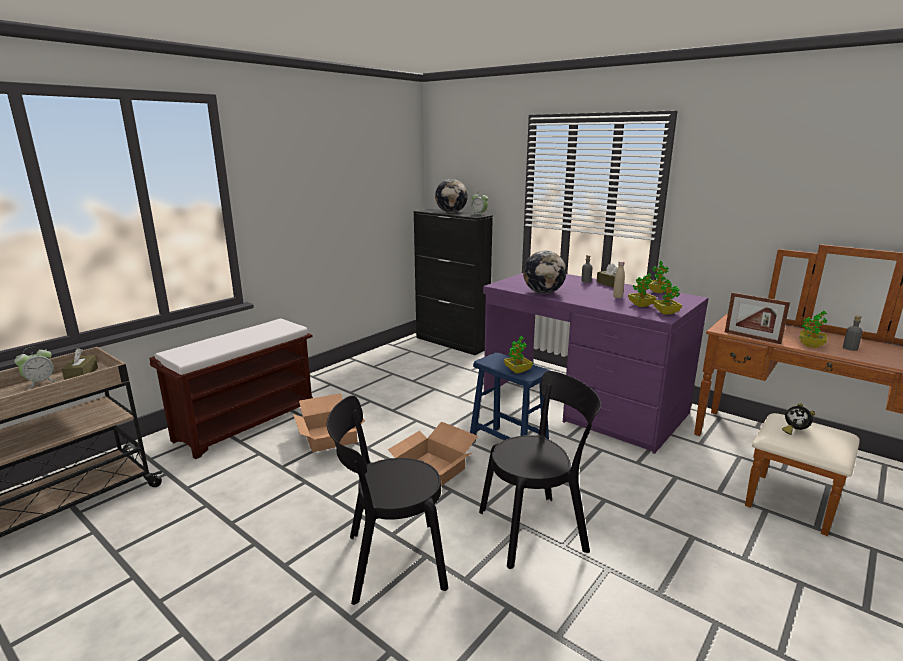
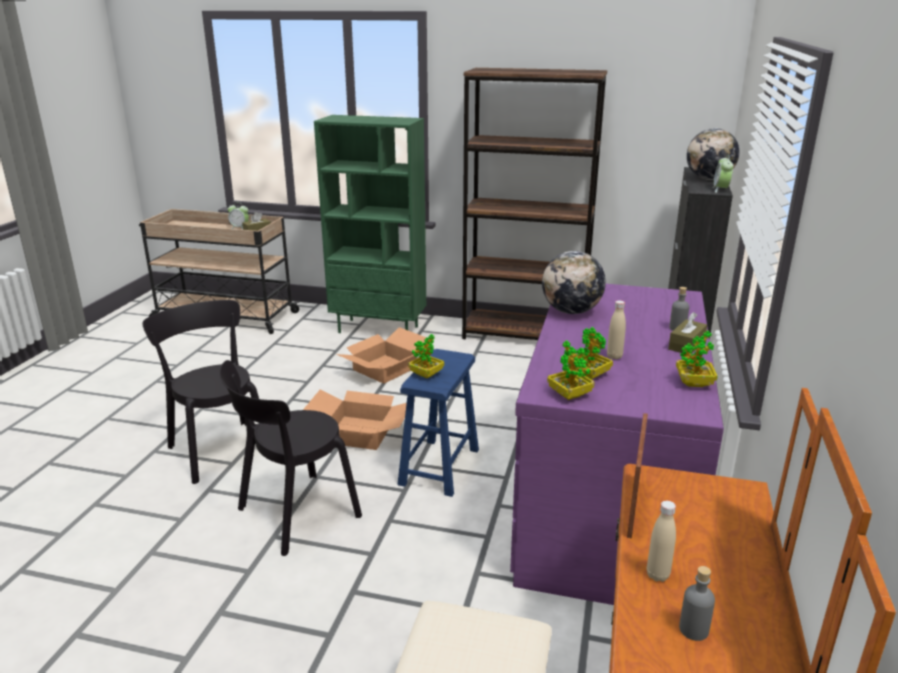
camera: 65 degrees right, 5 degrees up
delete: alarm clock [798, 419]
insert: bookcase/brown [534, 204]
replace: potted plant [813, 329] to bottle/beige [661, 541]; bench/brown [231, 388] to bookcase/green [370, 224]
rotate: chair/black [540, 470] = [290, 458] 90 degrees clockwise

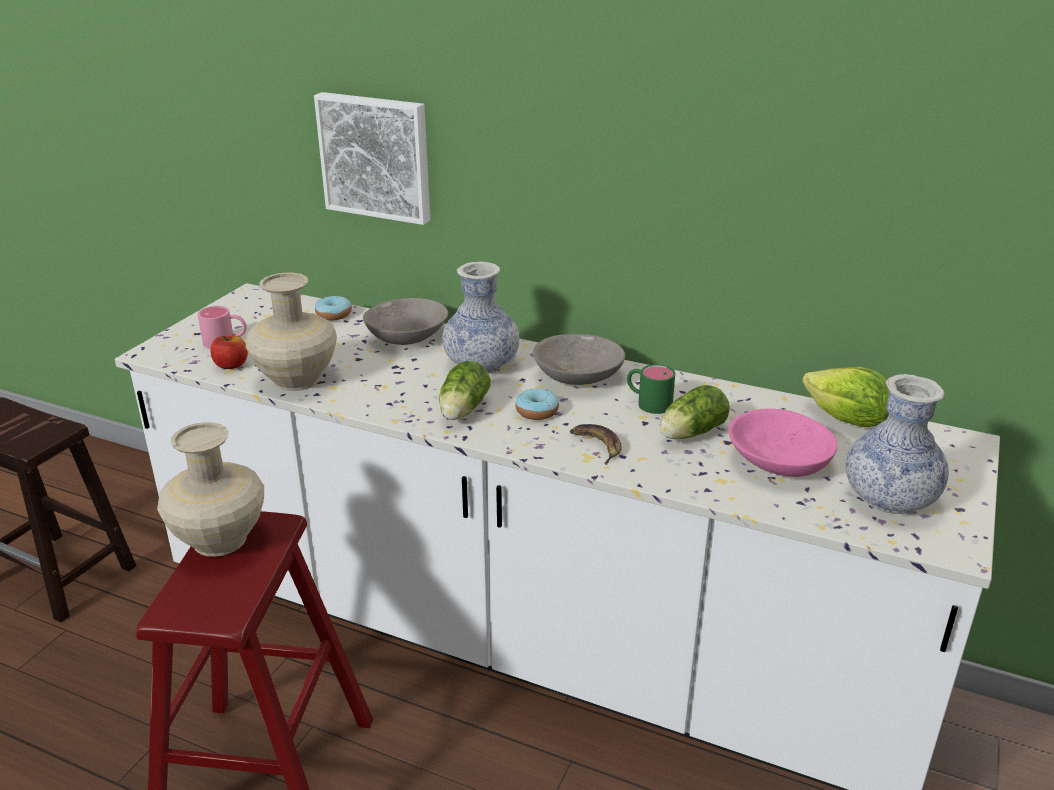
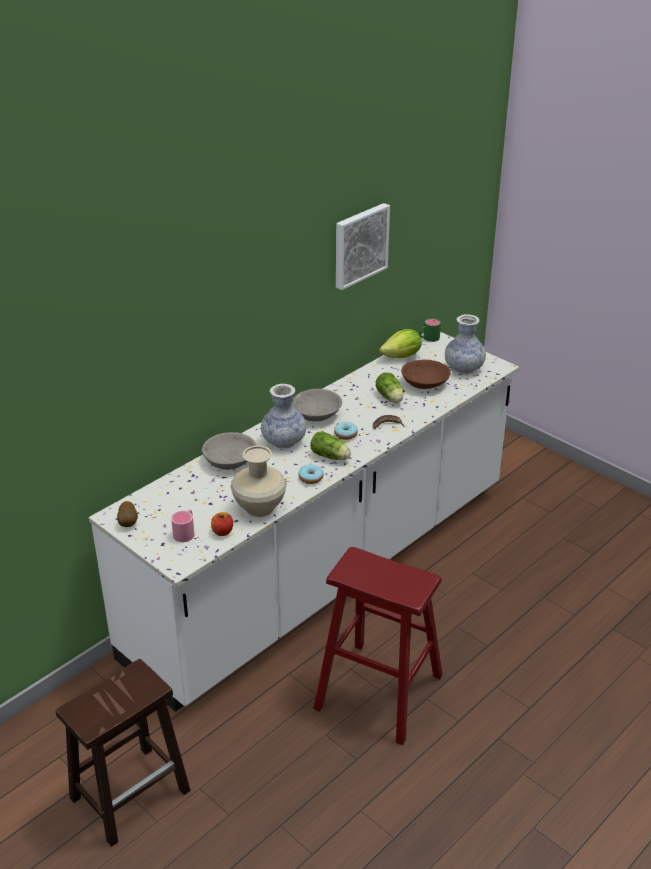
camera: 70 degrees left, 5 degrees up
delete: vase/beige [210, 489]
insert: potato [127, 514]
move: picture [372, 158] to [363, 246]; donut [333, 308] to [311, 474]; mug/green [651, 389] to [430, 330]
recolor: bowl/pink [782, 443] to bowl/brown [426, 374]

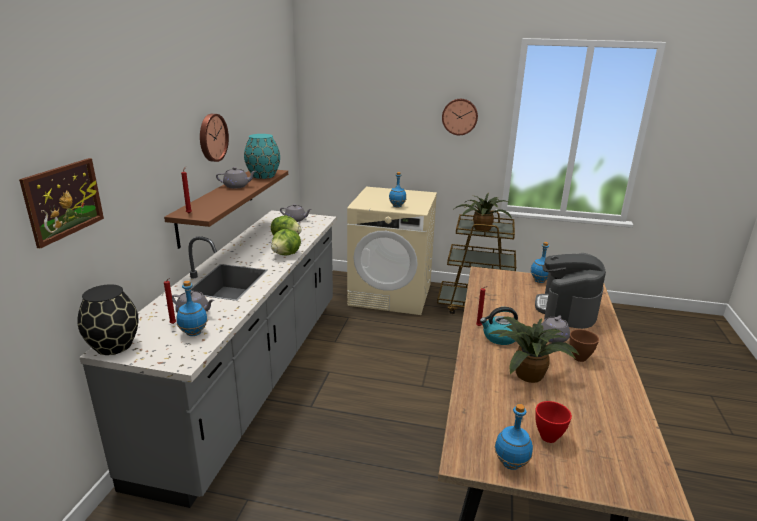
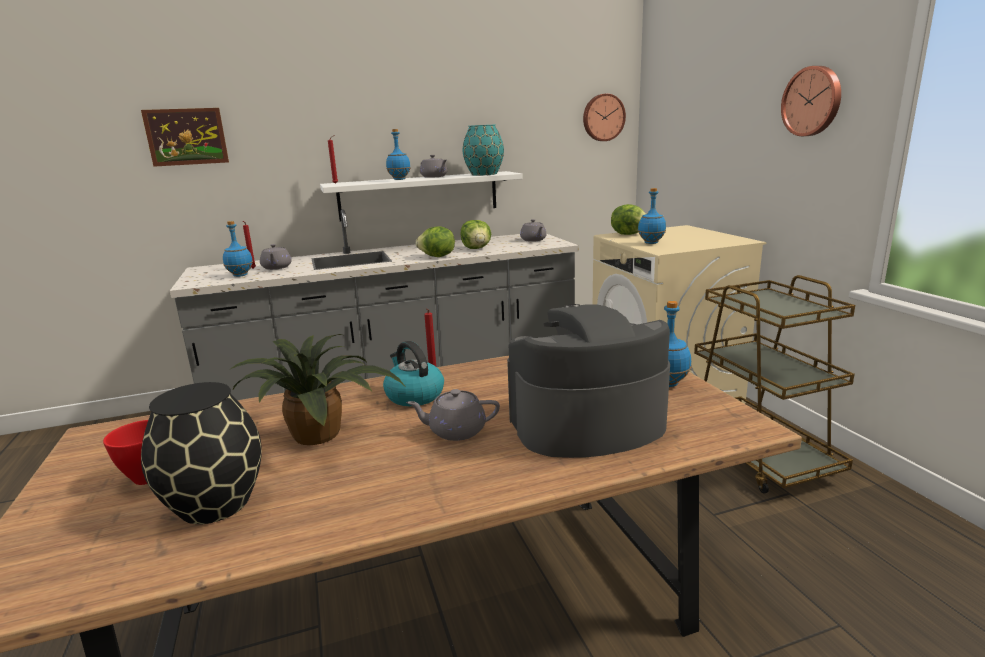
camera: 60 degrees right, 5 degrees down
delete: potted plant [481, 212]; bowl/brown [584, 345]
insert: lettuce [628, 219]
move: wall clock [214, 138] to [604, 117]; vase/black [108, 319] to [201, 453]; bottle/blue [513, 437] to [398, 154]
recolor: shelf/brown [226, 209] to shelf/white [421, 196]

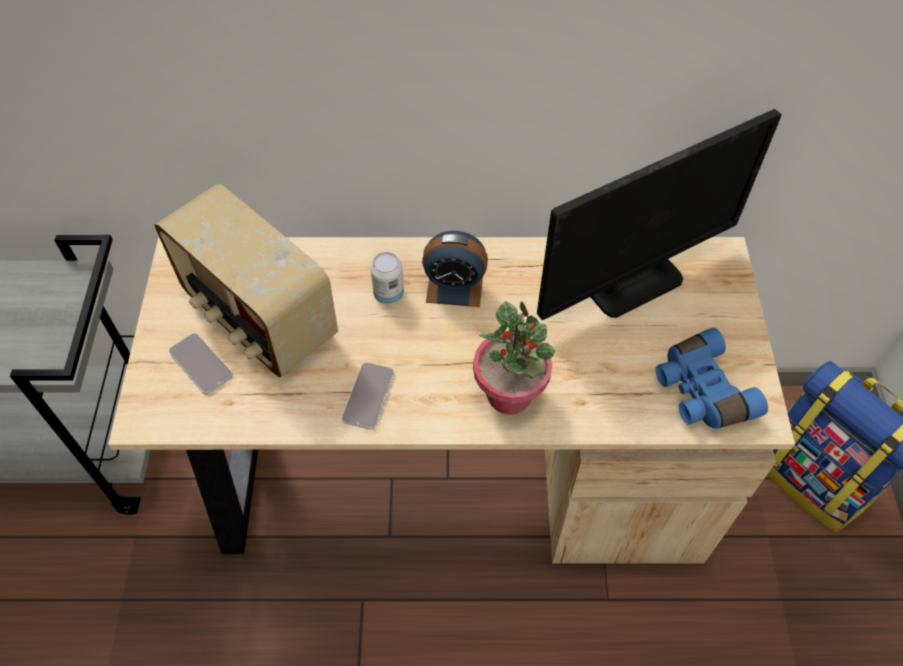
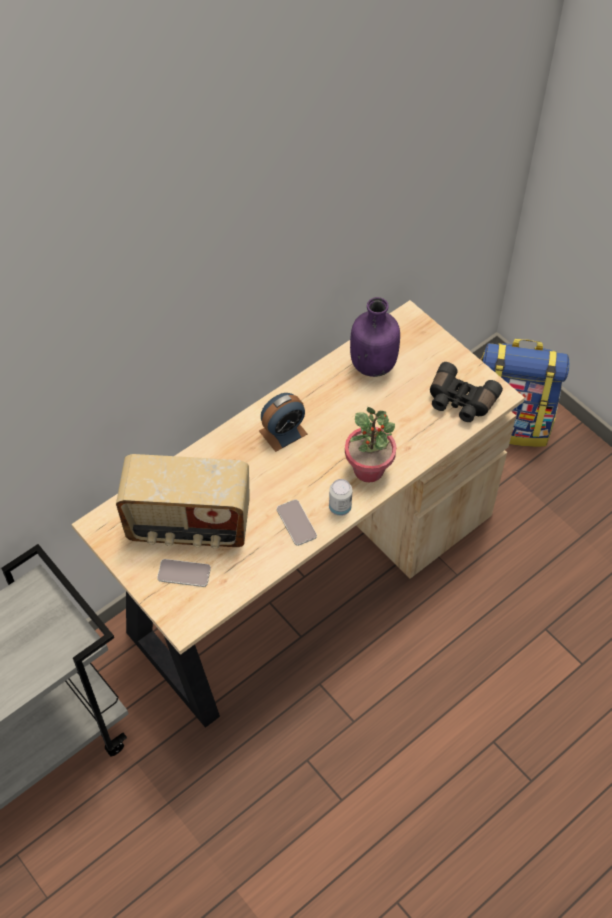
camera: 40 degrees left, 0 degrees up
move: can [387, 278] to [341, 497]
replace: monitor [659, 214] to bottle/purple [375, 337]
recolor: binoculars/blue [711, 378] to binoculars/black [466, 392]

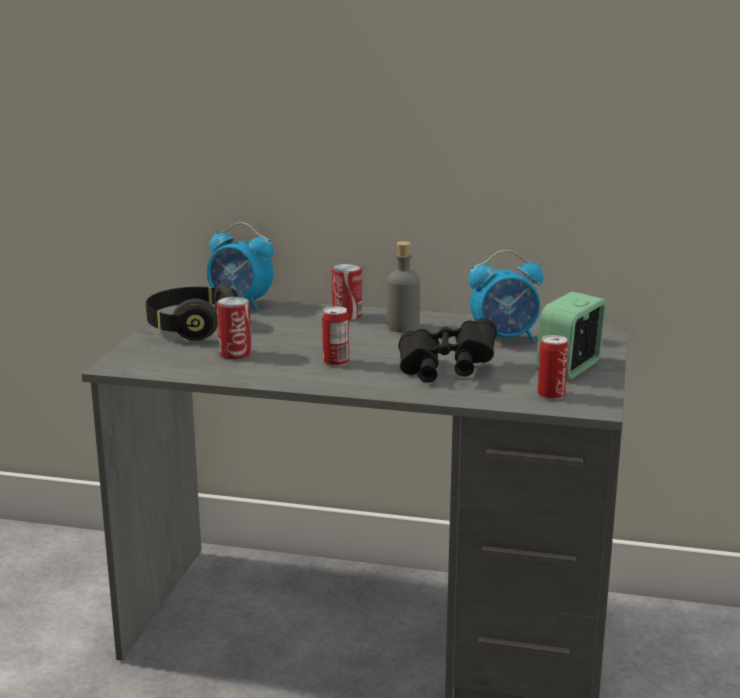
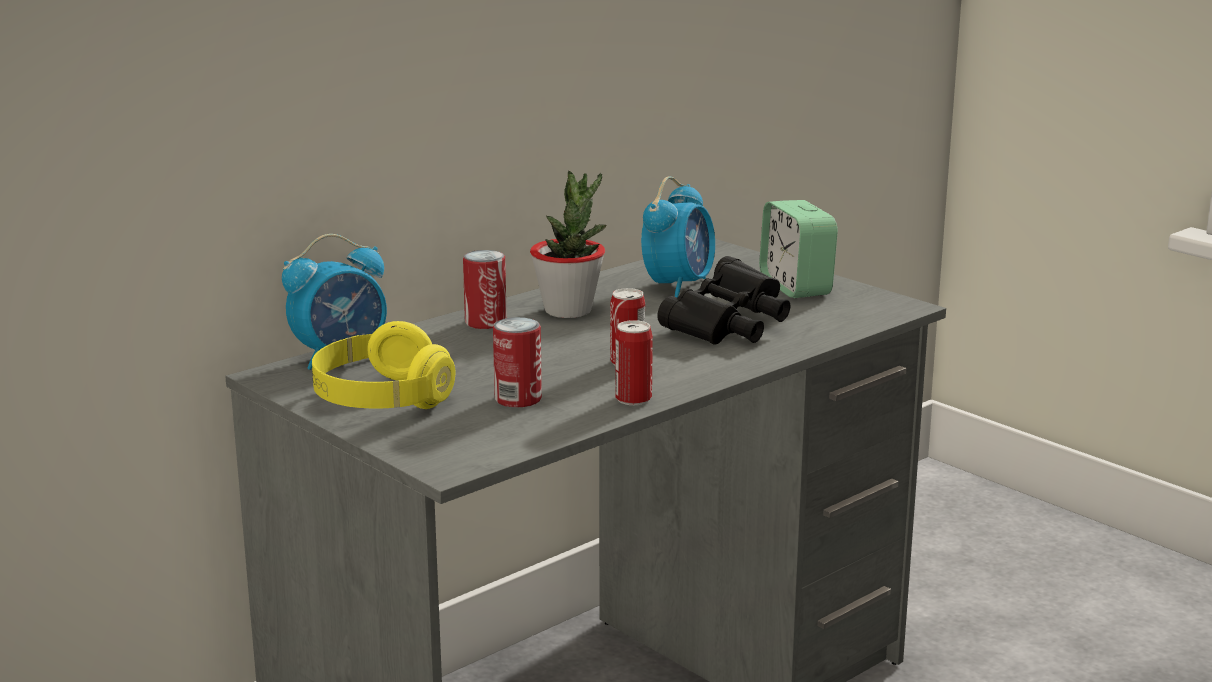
camera: 55 degrees left, 0 degrees up
move: can [552, 367] to [634, 362]
replace: bottle/grey [403, 286] to potted plant [568, 244]
recolor: headphones/black [192, 312] to headphones/yellow [384, 365]

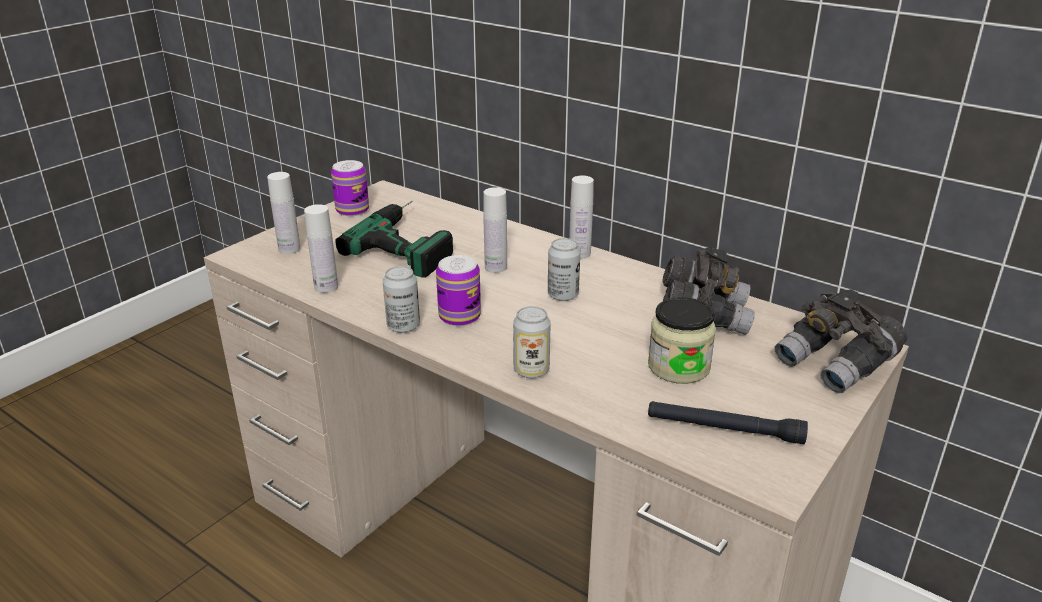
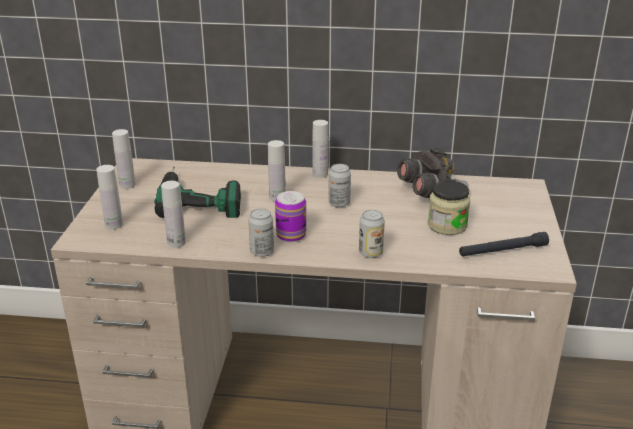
camera: 30 degrees left, 0 degrees up
delete: binoculars/grey [841, 341]
replace: can [350, 188] to bottle/white [124, 159]

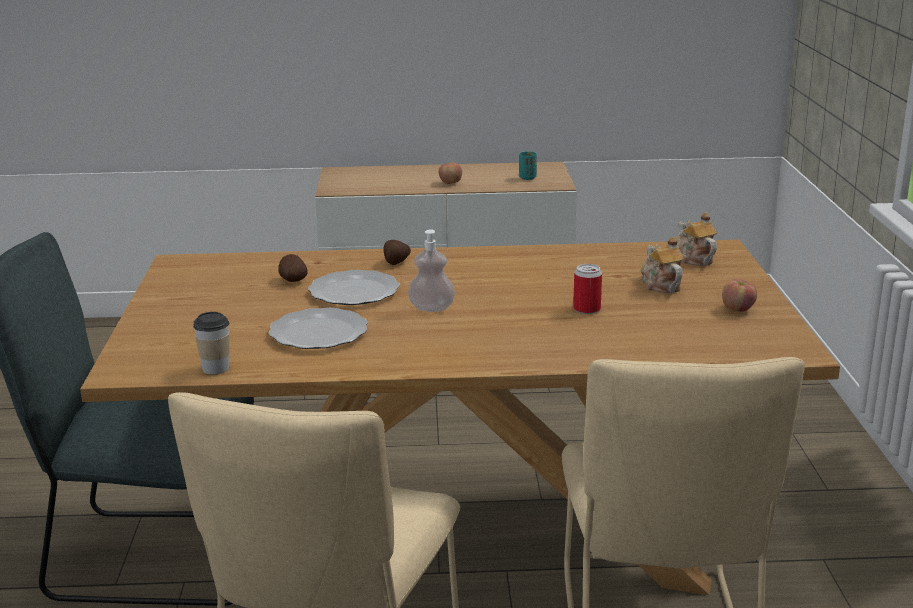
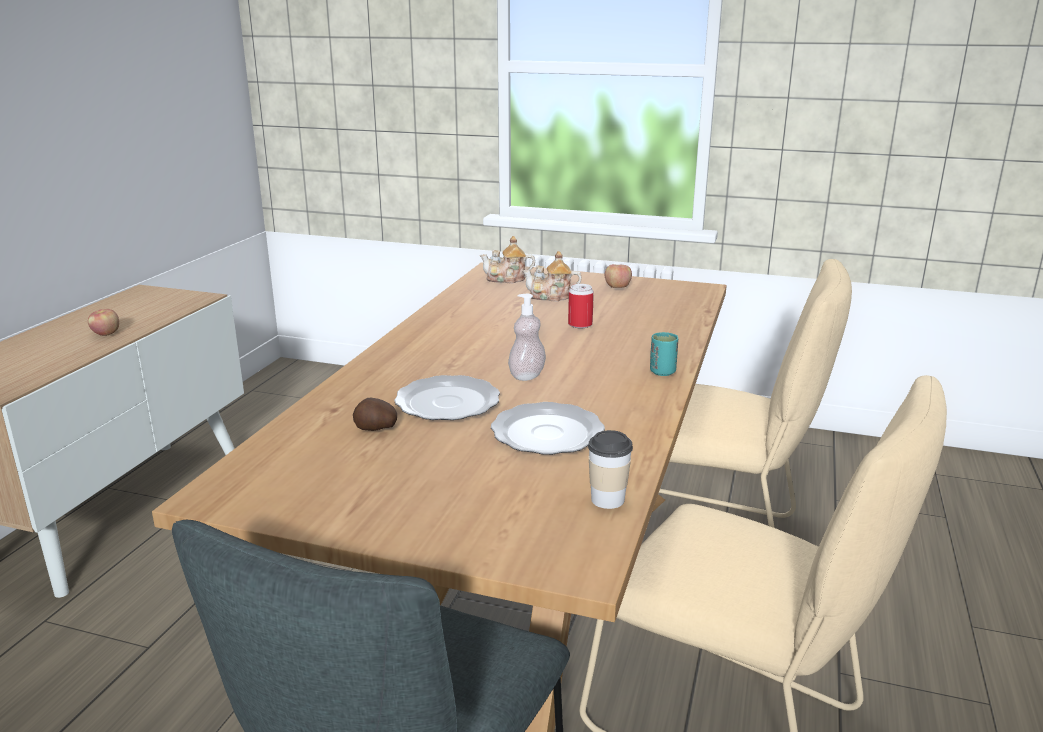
camera: 70 degrees left, 0 degrees up
delete: potato [397, 252]
move: cup/turquoise [528, 165] to [664, 354]

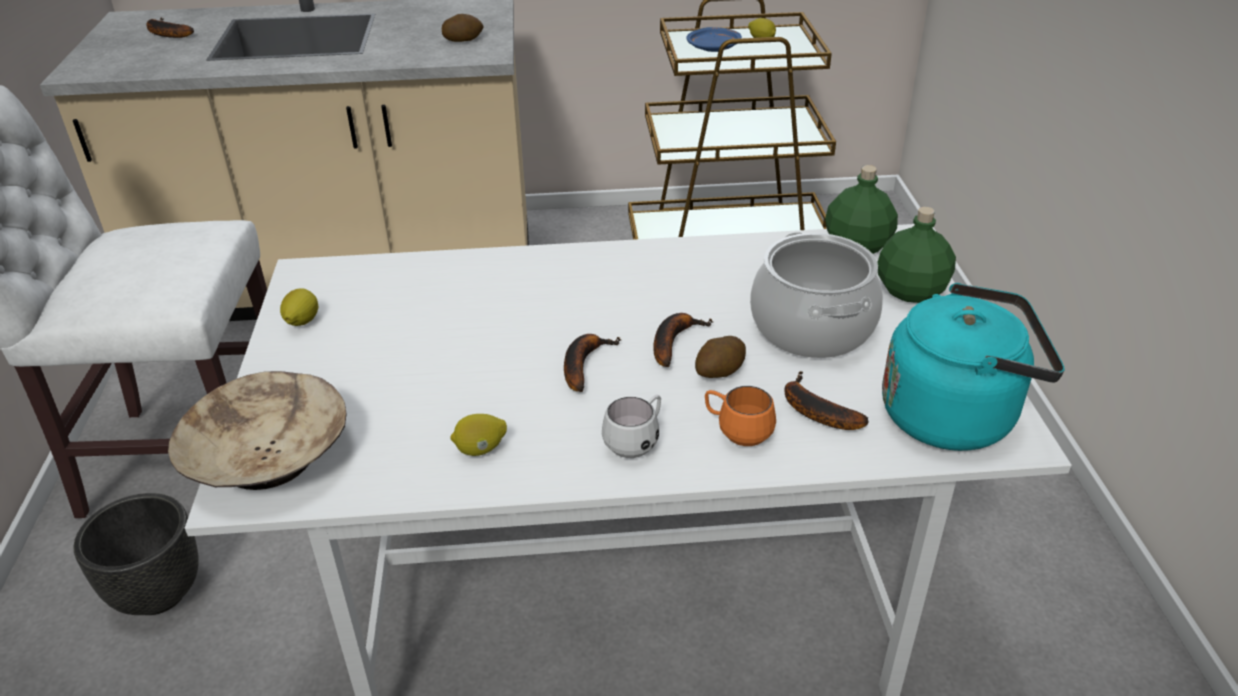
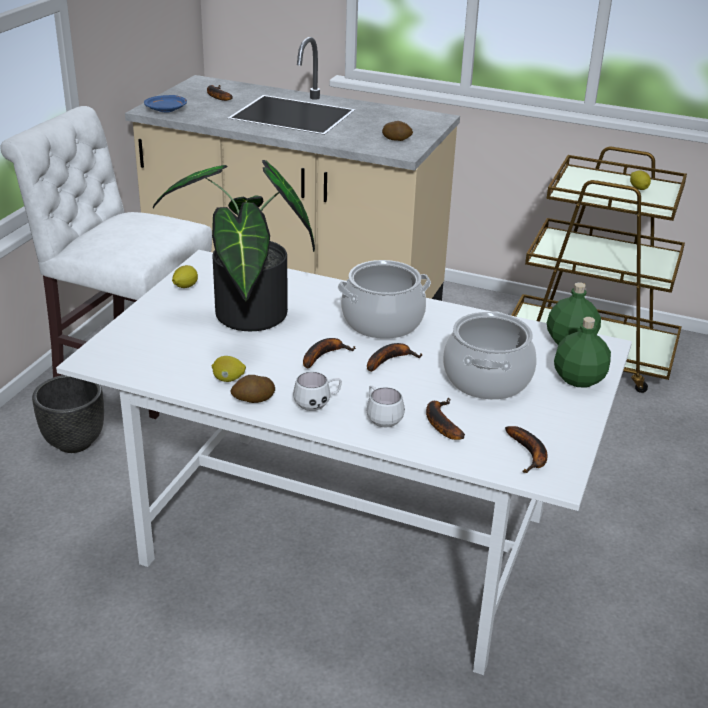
camera: 25 degrees right, 5 degrees down
delete: bowl/beige [257, 430]
insert: potted plant [234, 245]; cooking pot [384, 299]
move: plate/blue [714, 39] to [165, 104]; potato [720, 357] to [252, 389]
replace: kettle/turquoise [973, 367] to banana [526, 449]
recolor: mug/orange [740, 416] to mug/white [385, 406]

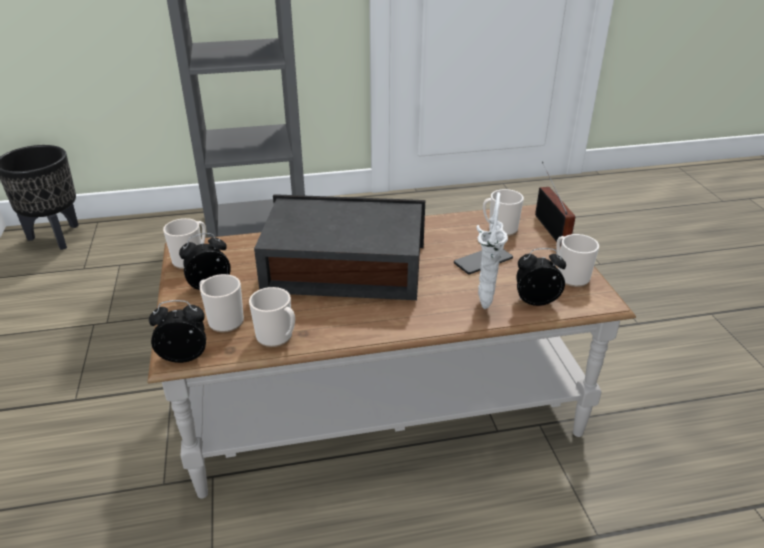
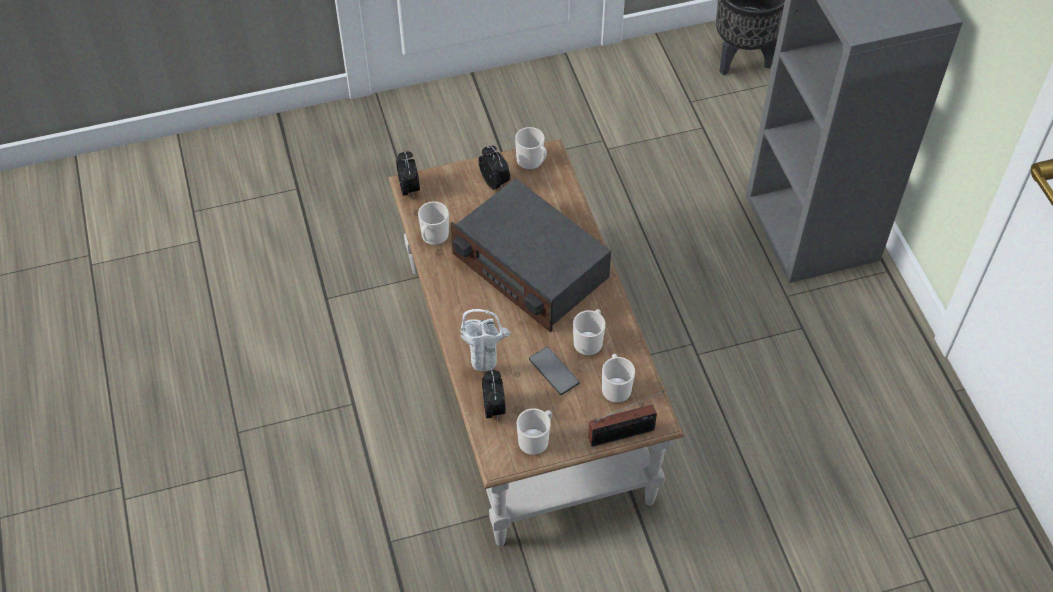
camera: 85 degrees right, 20 degrees up
move: mug [221, 303] to [589, 332]
rotate: radio [339, 247] = [530, 255] 135 degrees clockwise

